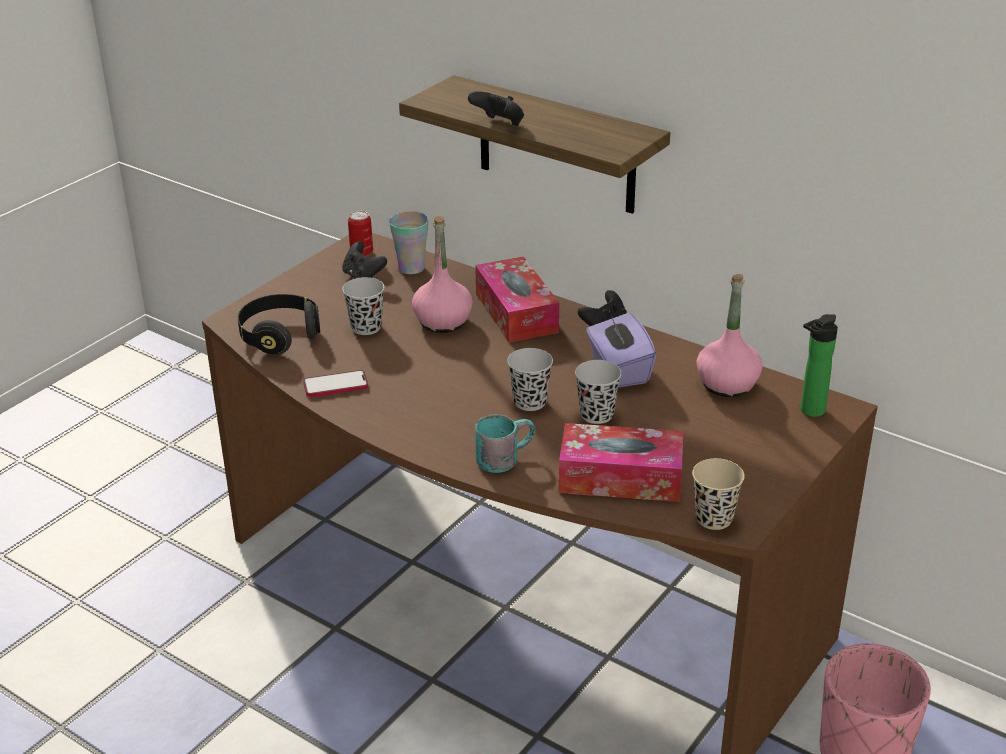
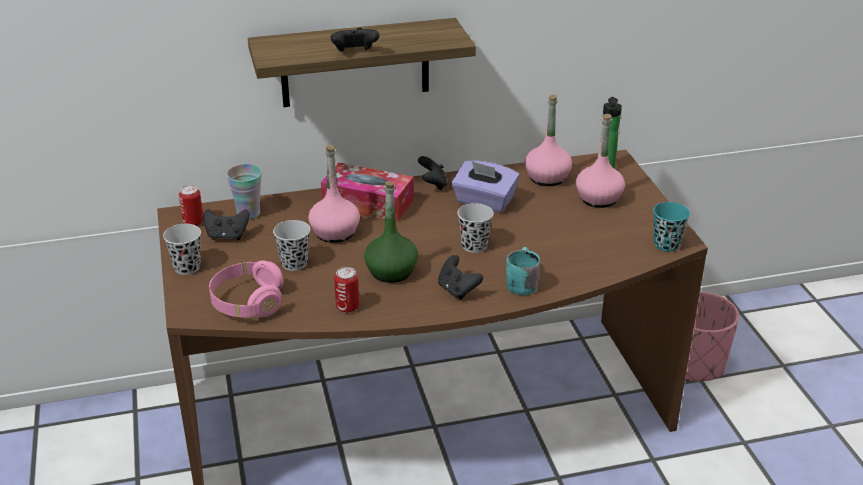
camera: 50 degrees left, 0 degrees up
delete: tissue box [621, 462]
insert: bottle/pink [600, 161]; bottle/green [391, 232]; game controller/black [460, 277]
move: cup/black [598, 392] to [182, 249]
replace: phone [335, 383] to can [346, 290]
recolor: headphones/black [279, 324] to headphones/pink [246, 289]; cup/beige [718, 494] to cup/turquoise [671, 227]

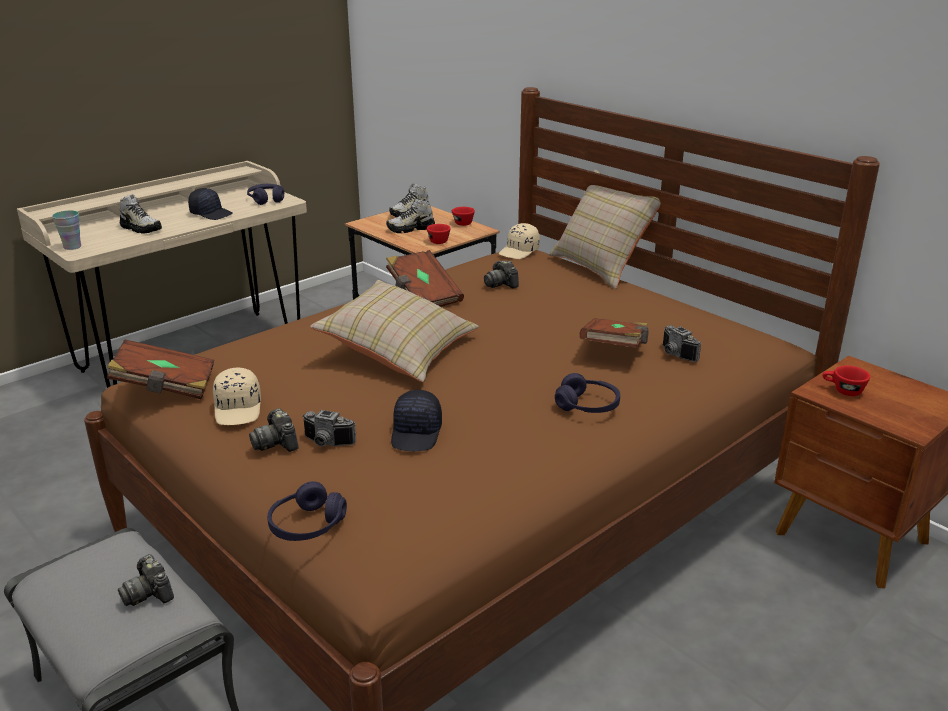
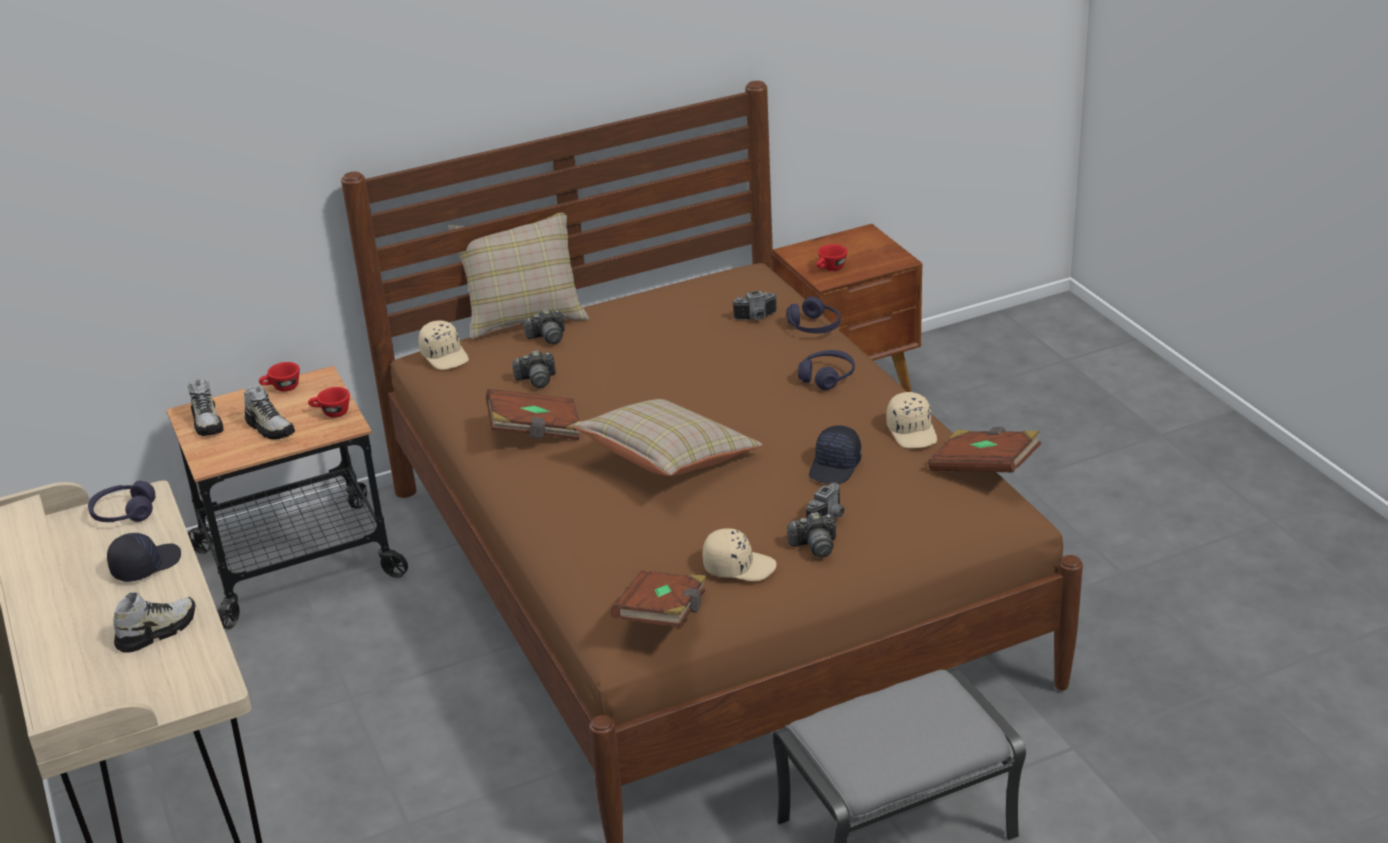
camera: 70 degrees left, 5 degrees up
delete: cup [66, 230]
insert: cap/beige [911, 420]
move: book/brown [614, 333] to [984, 449]; headphones/purple [307, 511] to [813, 315]; photo camera [146, 580] to [544, 326]
rotate: shoe [410, 215] = [269, 412] 45 degrees counterclockwise; cap/black [416, 420] = [835, 455] 90 degrees clockwise

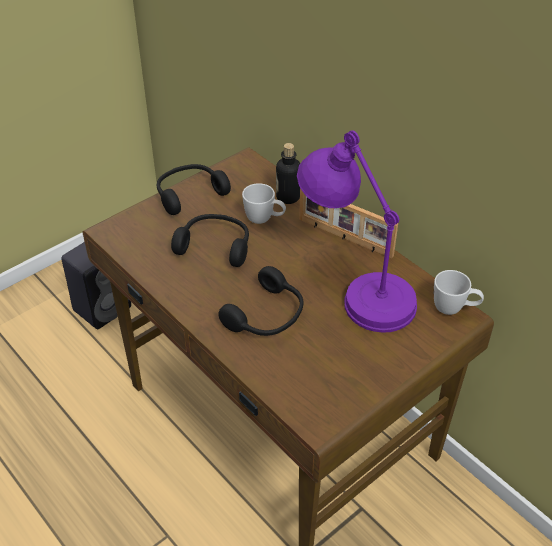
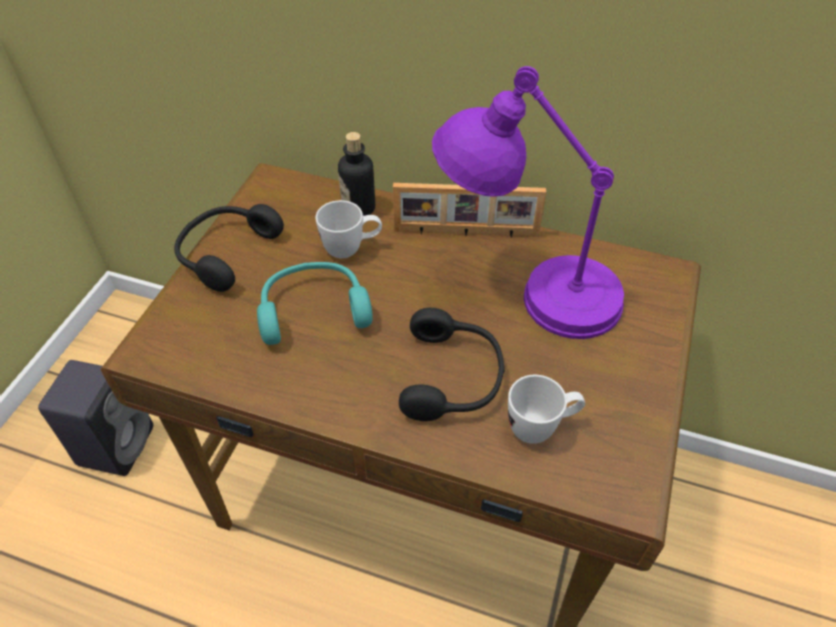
camera: 30 degrees left, 5 degrees up
move: mug/white [459, 292] to [546, 409]
recolor: headphones/black [210, 240] to headphones/turquoise [315, 303]

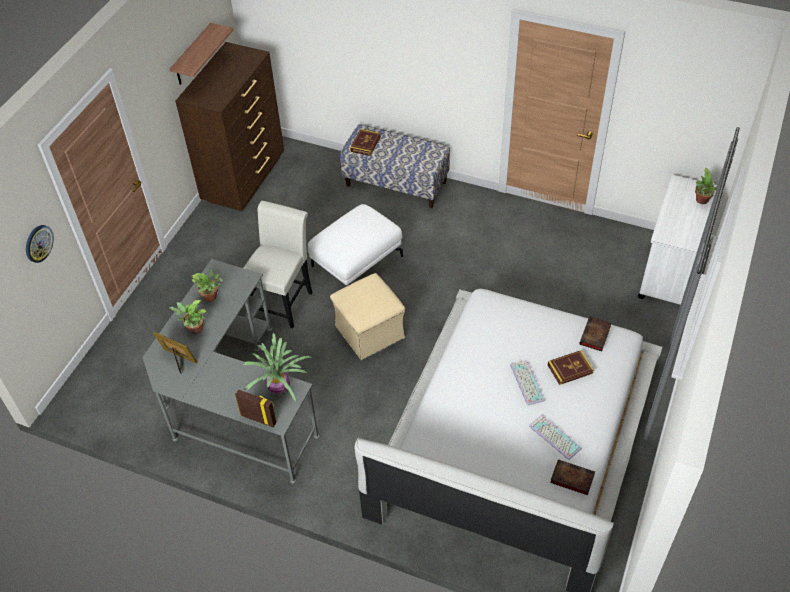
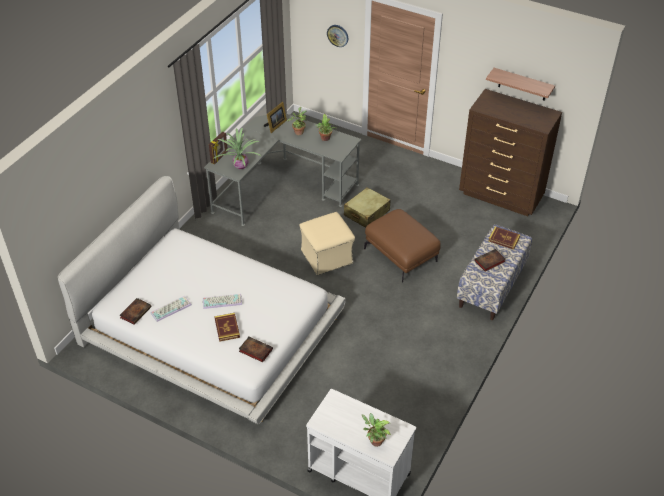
camera: 95 degrees right, 5 degrees down
insert: book [490, 260]
replace: chair/white [278, 264] to suitcase/beige [367, 207]
recolor: ottoman/white [355, 245] to ottoman/brown [402, 245]

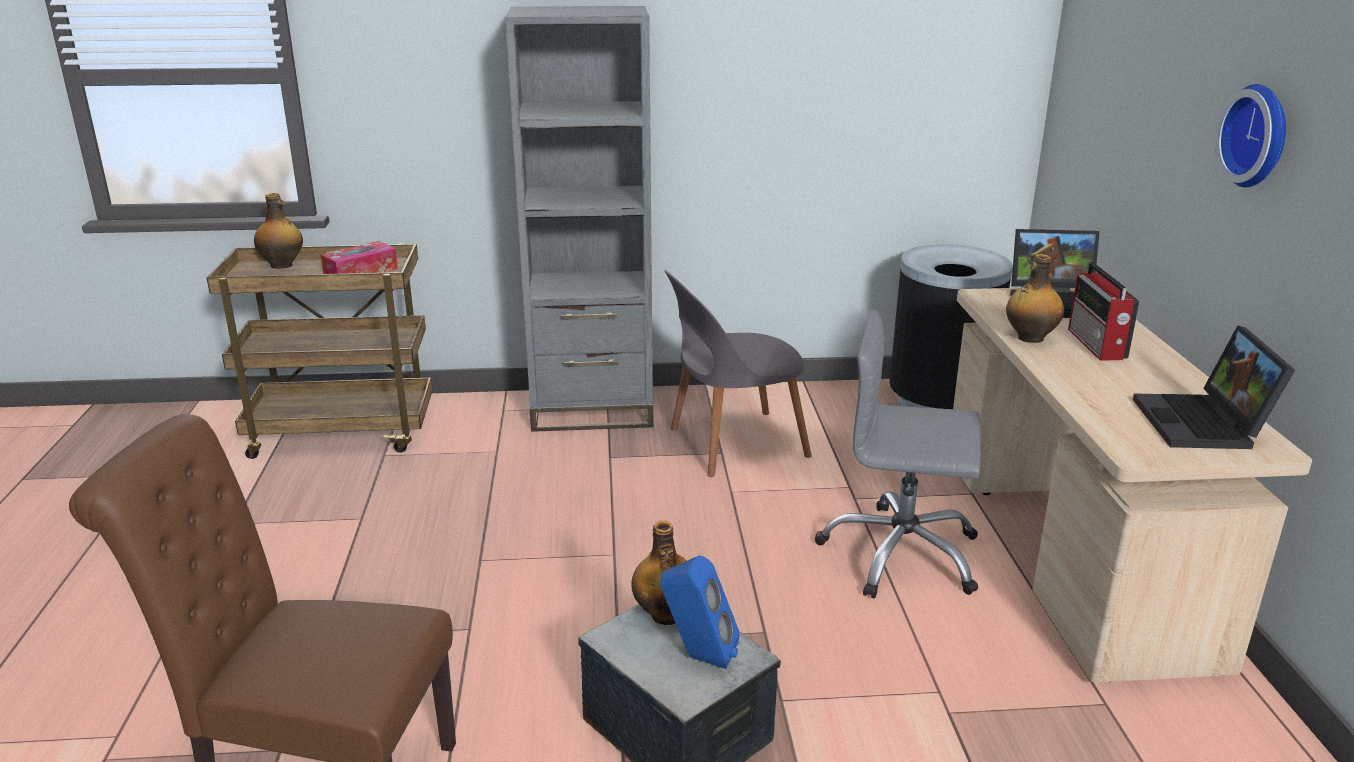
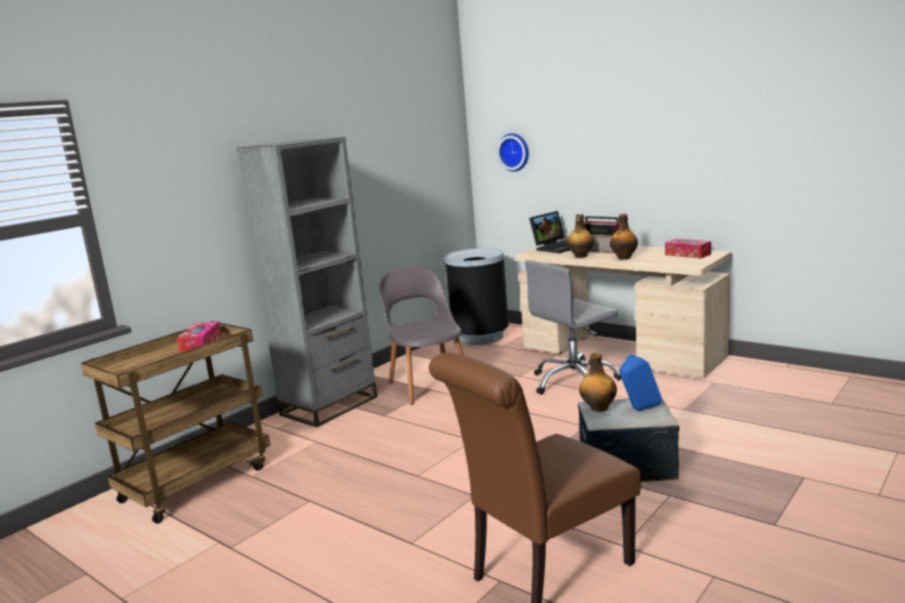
camera: 45 degrees left, 10 degrees down
move: wall clock [1250, 135] to [513, 152]; bottle [278, 231] to [624, 237]
replace: laptop [1214, 387] to tissue box [688, 248]
rotate: chair/grey [738, 373] = [421, 335] 135 degrees clockwise

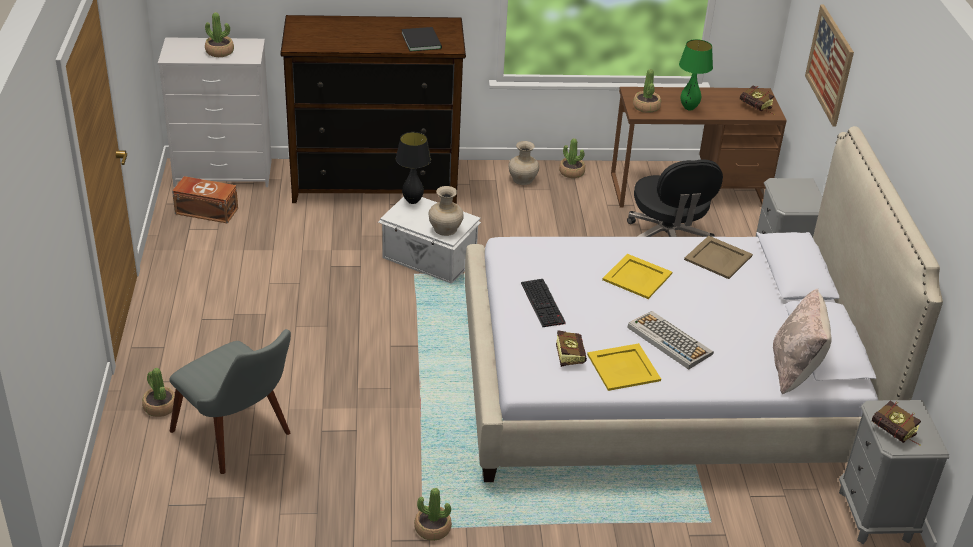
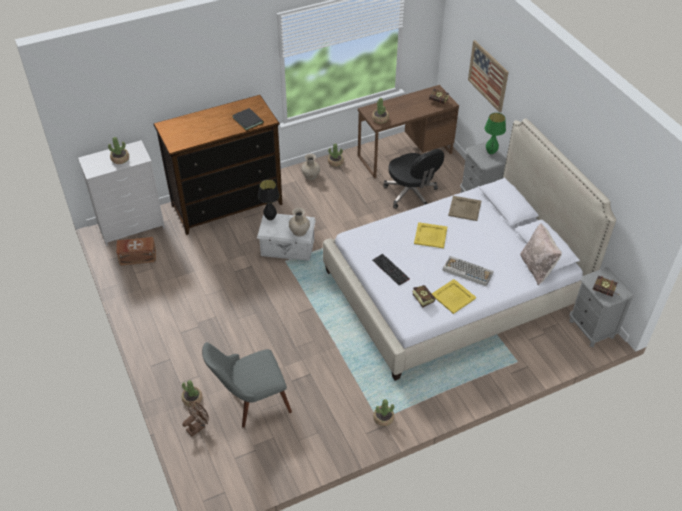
camera: 20 degrees left, 10 degrees up
insert: fan/brown [195, 419]
move: table lamp/green [696, 75] to [495, 133]
rotate: chair/grey [230, 401] = [247, 385] 135 degrees clockwise

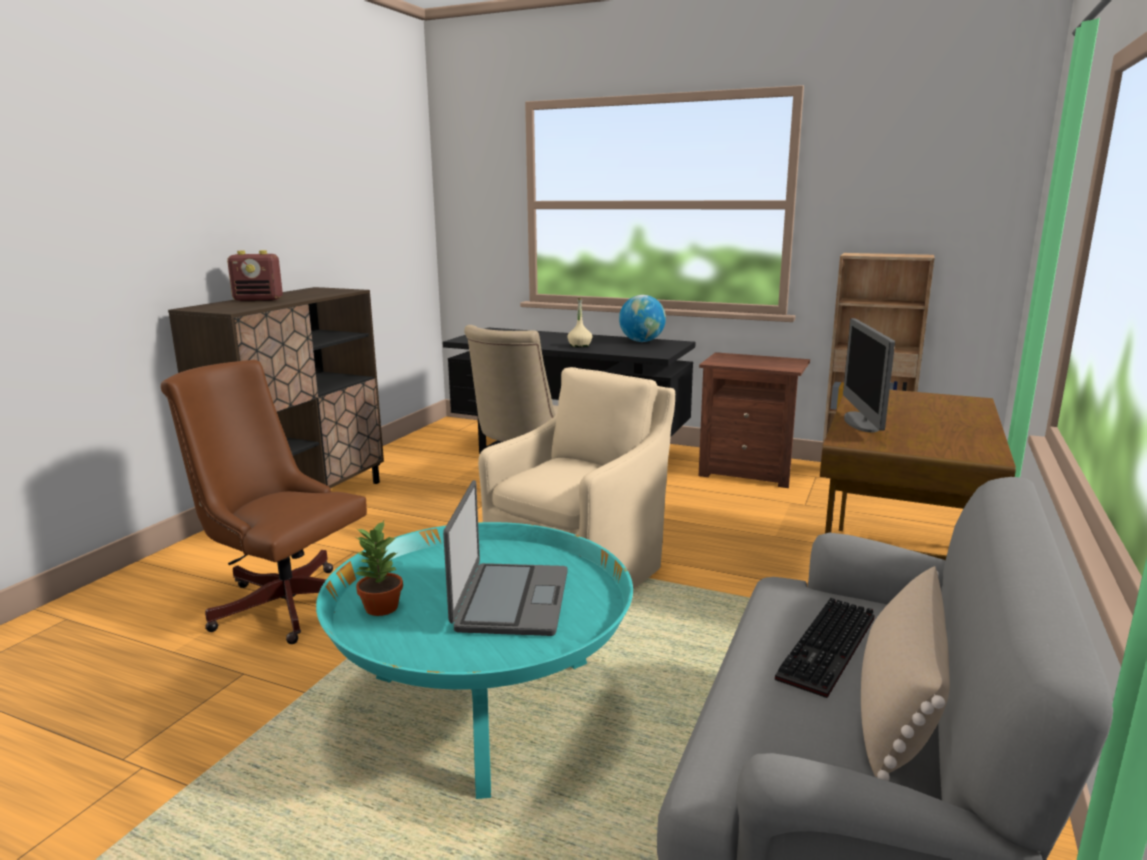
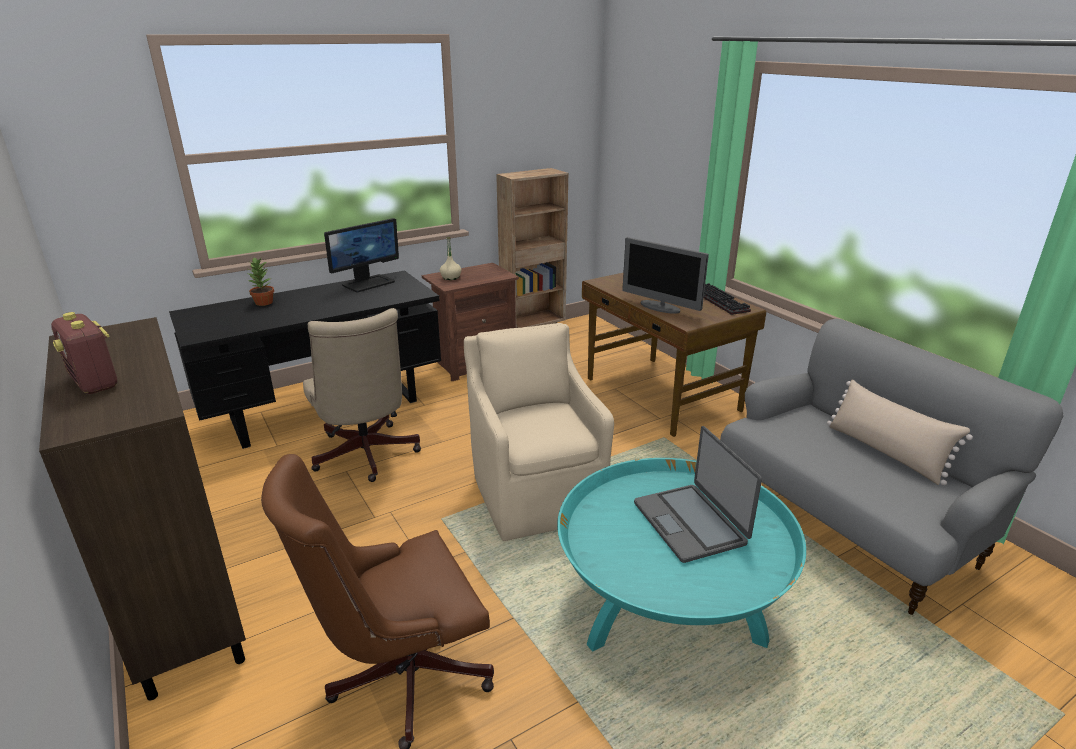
camera: 55 degrees left, 10 degrees up
move: bottle/beige [579, 322] to [450, 258]; potted plant [379, 568] to [261, 281]; keyboard [825, 648] to [727, 299]
replace: globe [642, 318] to monitor [361, 255]
rotate: radio [255, 275] = [84, 353] 105 degrees clockwise; laptop [505, 558] = [698, 494] 150 degrees counterclockwise

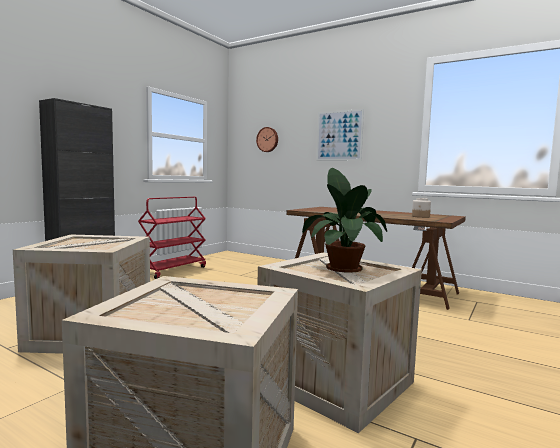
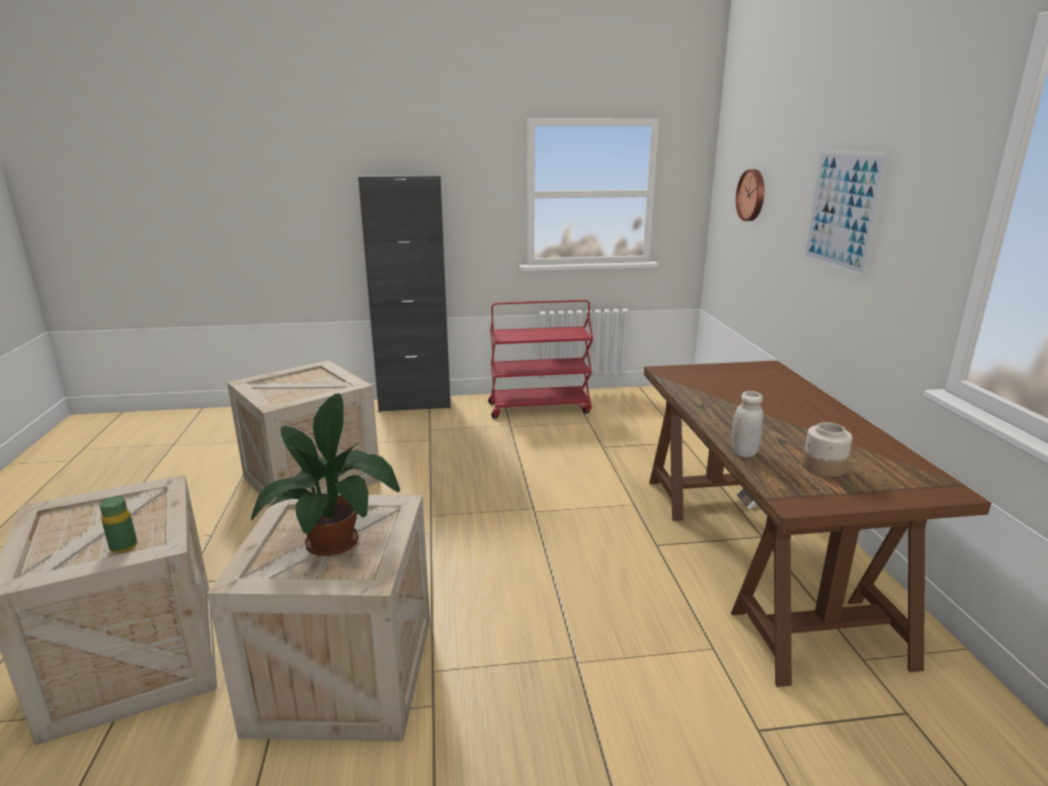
camera: 50 degrees right, 15 degrees up
insert: jar/white [747, 424]; bottle/green [118, 524]

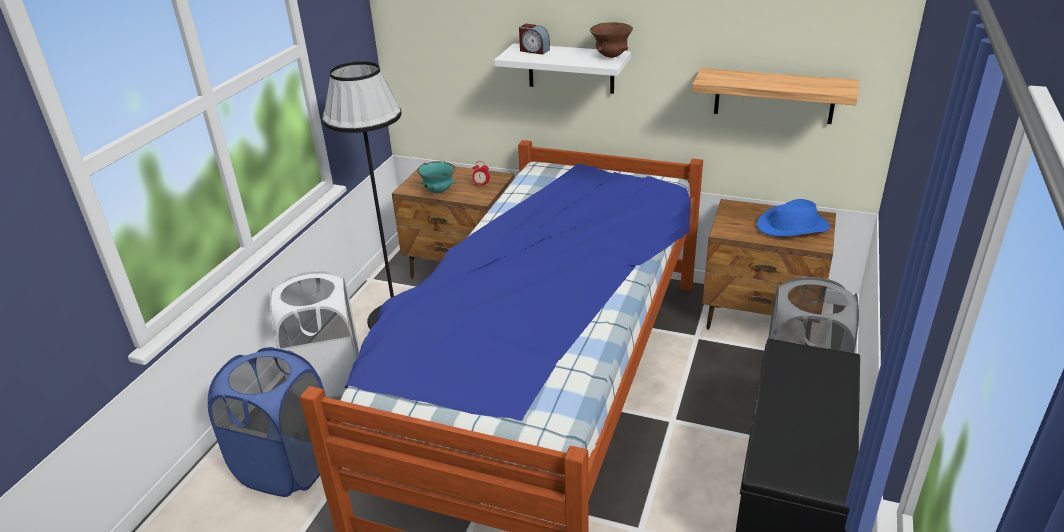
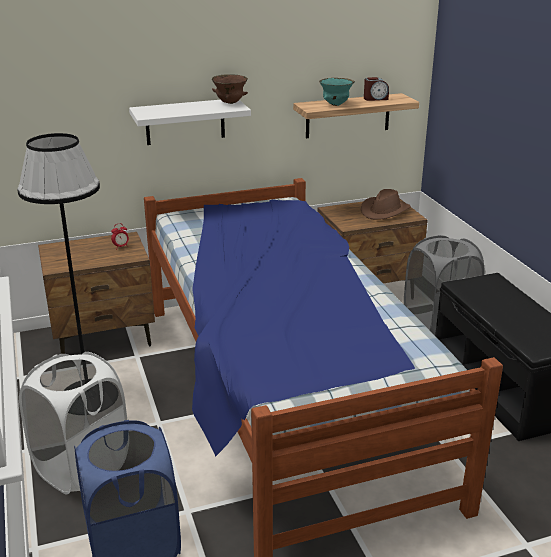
camera: 40 degrees left, 5 degrees down
move: alarm clock [534, 39] to [376, 89]; bowl/turquoise [436, 177] to [337, 92]
recolor: hat/blue [793, 218] to hat/brown [386, 204]

